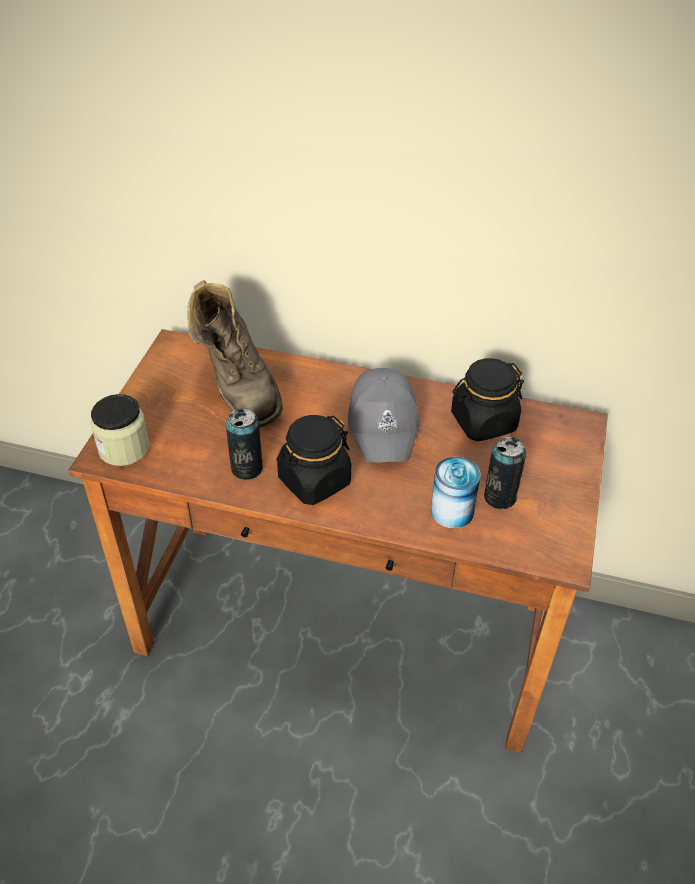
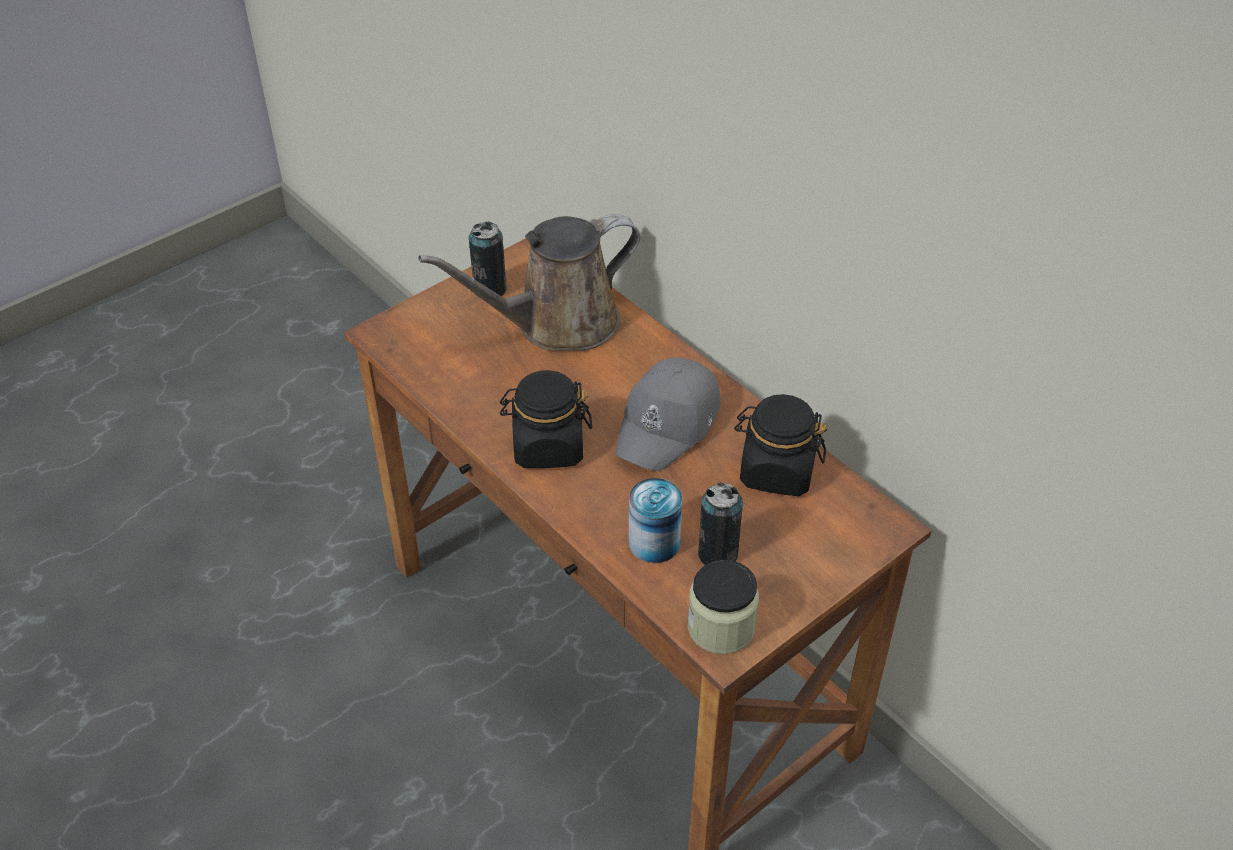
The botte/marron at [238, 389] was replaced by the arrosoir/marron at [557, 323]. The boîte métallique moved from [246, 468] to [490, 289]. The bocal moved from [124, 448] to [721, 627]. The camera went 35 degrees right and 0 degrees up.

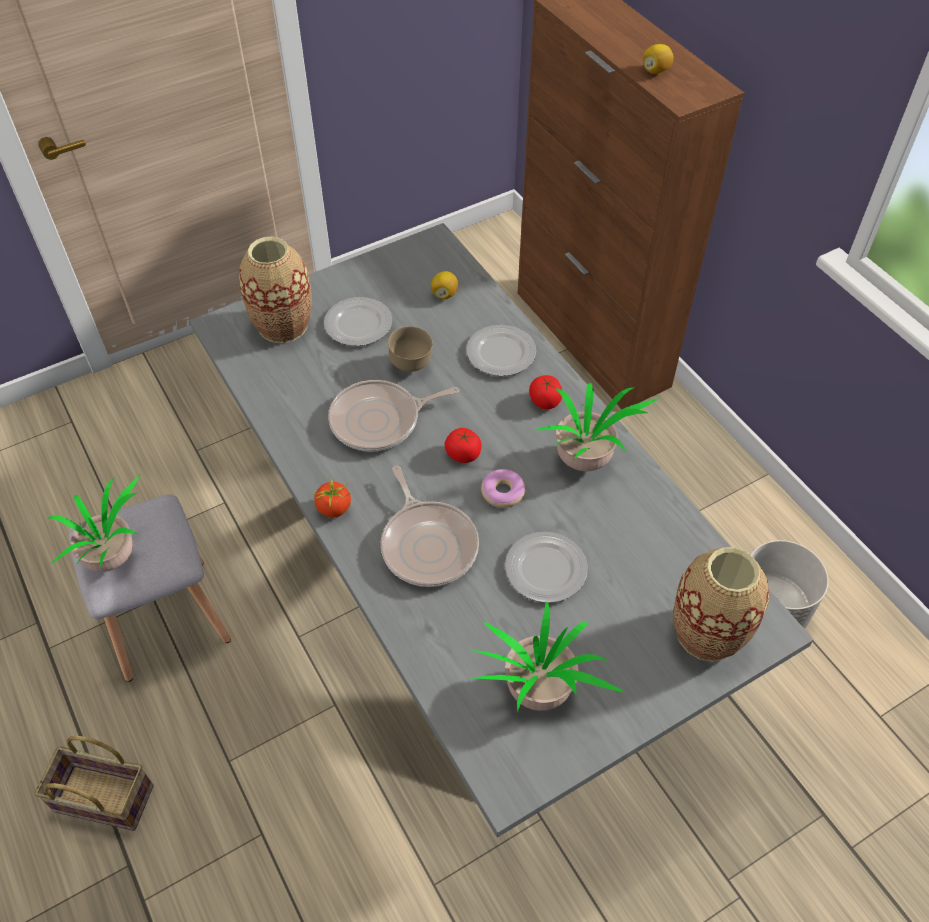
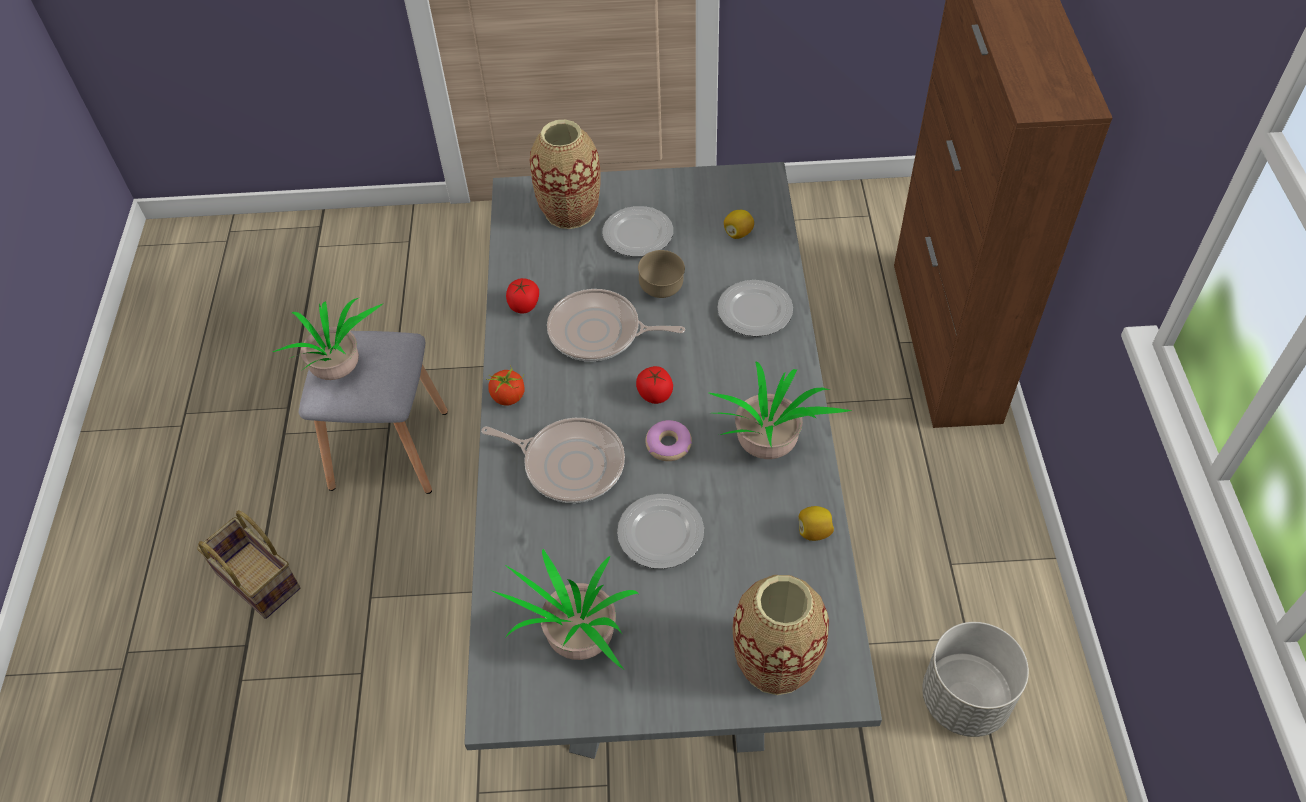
The poêle at [428, 544] turned 75 degrees counterclockwise. The tomate moved from [545, 401] to [524, 305]. The citron moved from [655, 71] to [814, 531]. The camera went 30 degrees right and 0 degrees up.

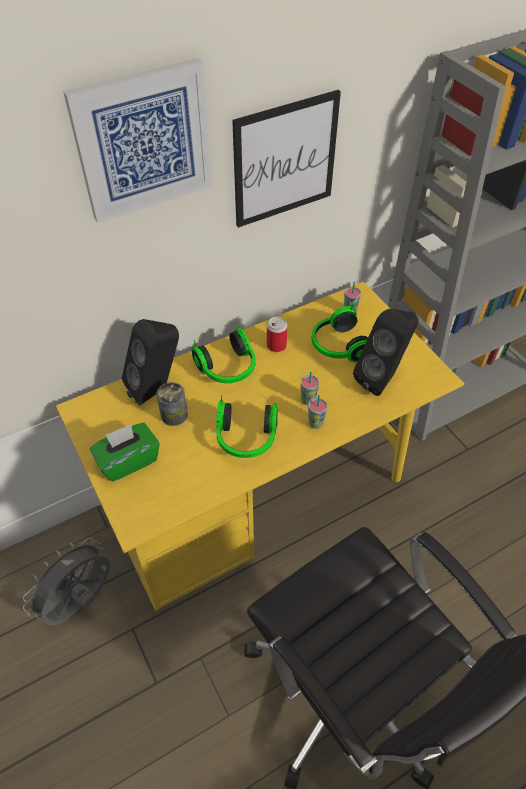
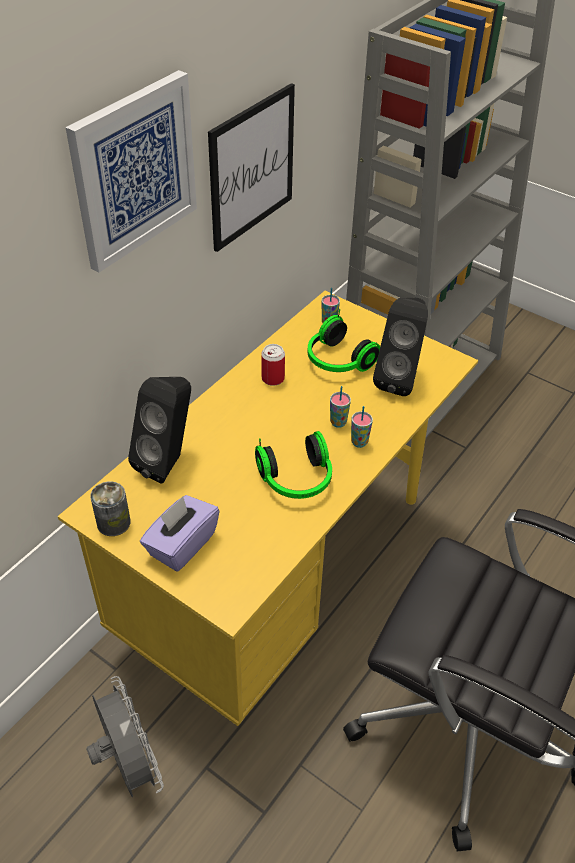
The ventilateur/gris at [81, 602] turned 135 degrees clockwise. The boîte métallique moved from [174, 415] to [113, 522]. The boîte à mouchoirs/vert at [128, 460] became the boîte à mouchoirs/violet at [181, 545]. The casque audio at [228, 369] disappeared. The camera went 25 degrees left and 5 degrees down.

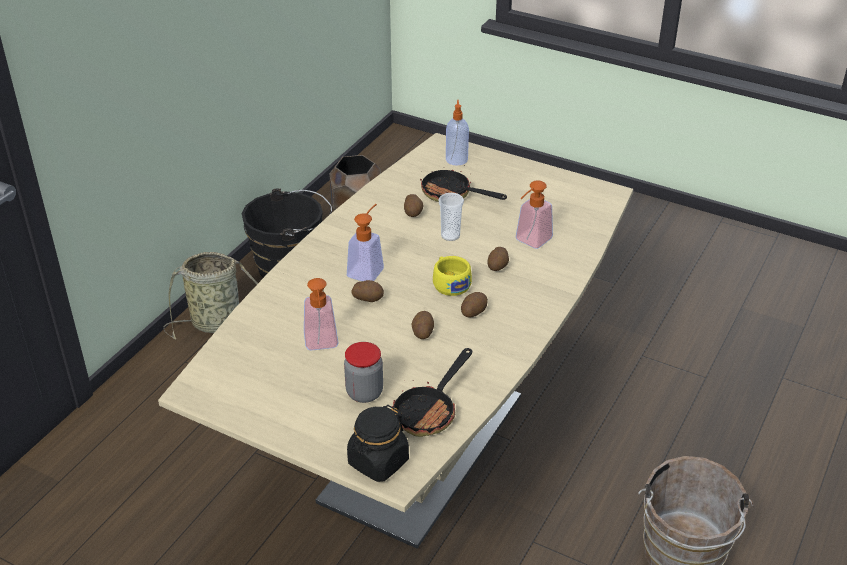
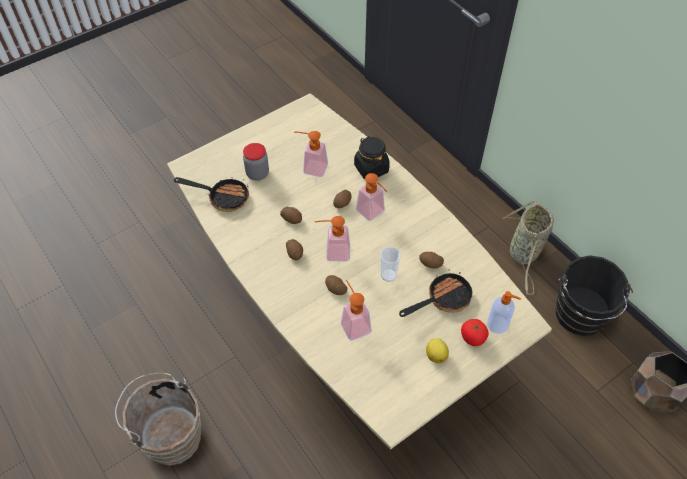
The poêle at [430, 411] turned 135 degrees clockwise. The tasse/jaune at [450, 283] was replaced by the distributeur de savon at [333, 252]. The bocal/noir moved from [378, 462] to [371, 168]. The citron at [436, 355] appeared. The tomate at [472, 337] appeared. The camera went 115 degrees right and 15 degrees up.

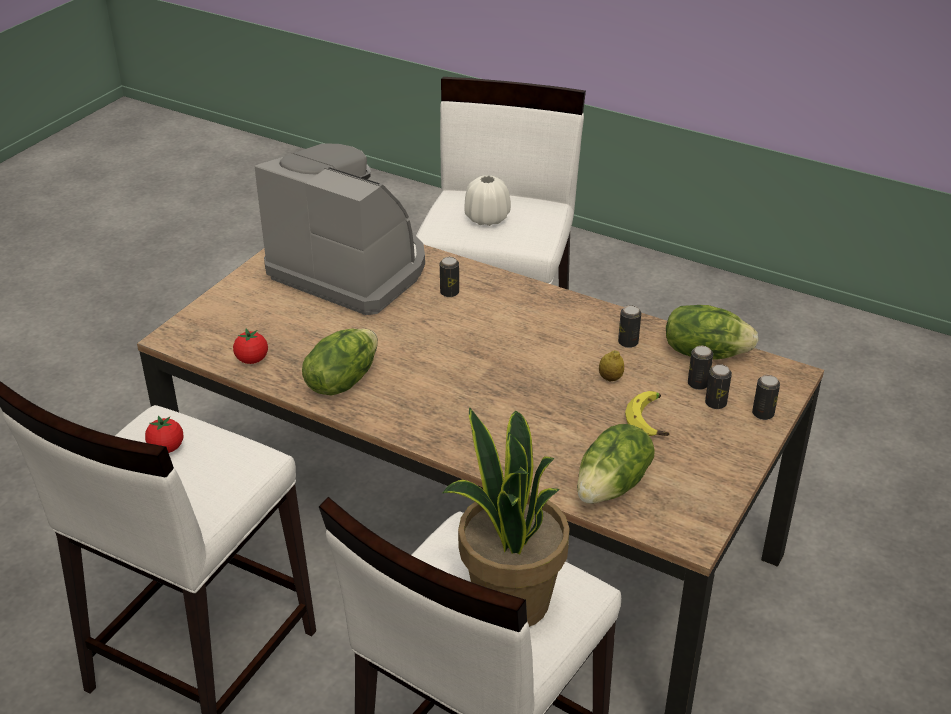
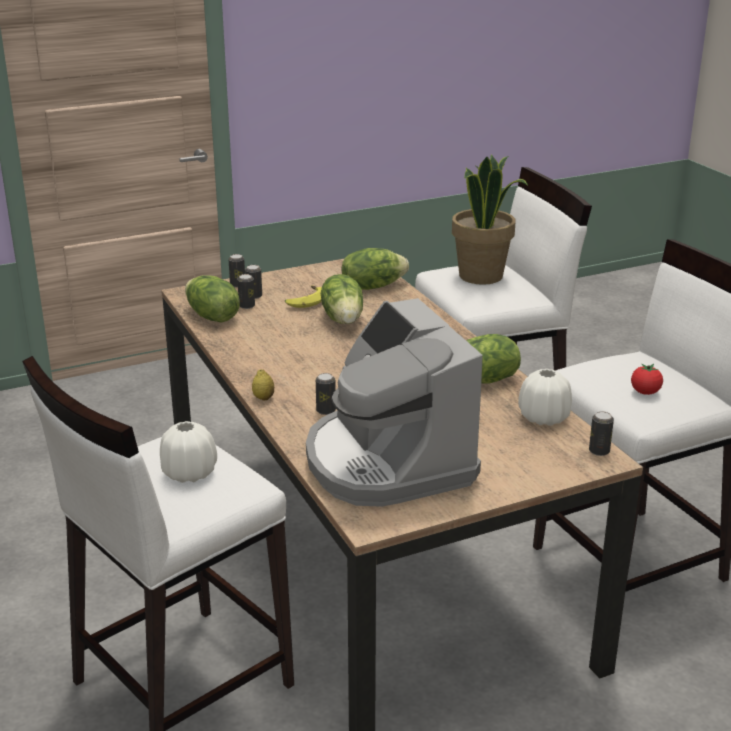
The citron moved from [610, 378] to [263, 398]. The laitue at [344, 319] appeared. The tomate at [252, 360] was replaced by the vase/blanc at [543, 418]. The boîte métallique moved from [628, 342] to [599, 451]. The camera went 145 degrees left and 10 degrees down.

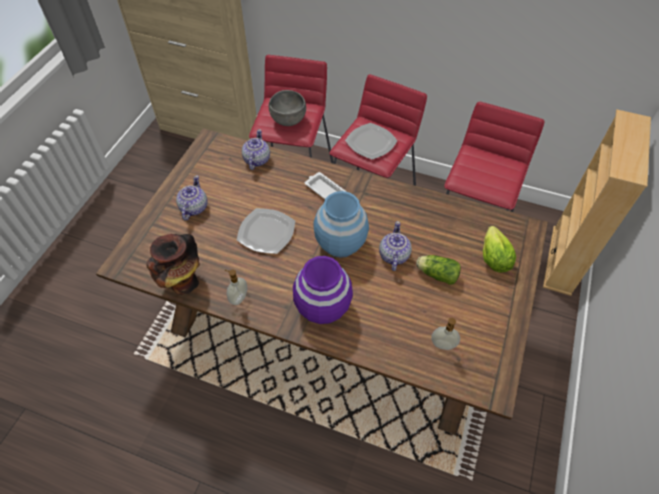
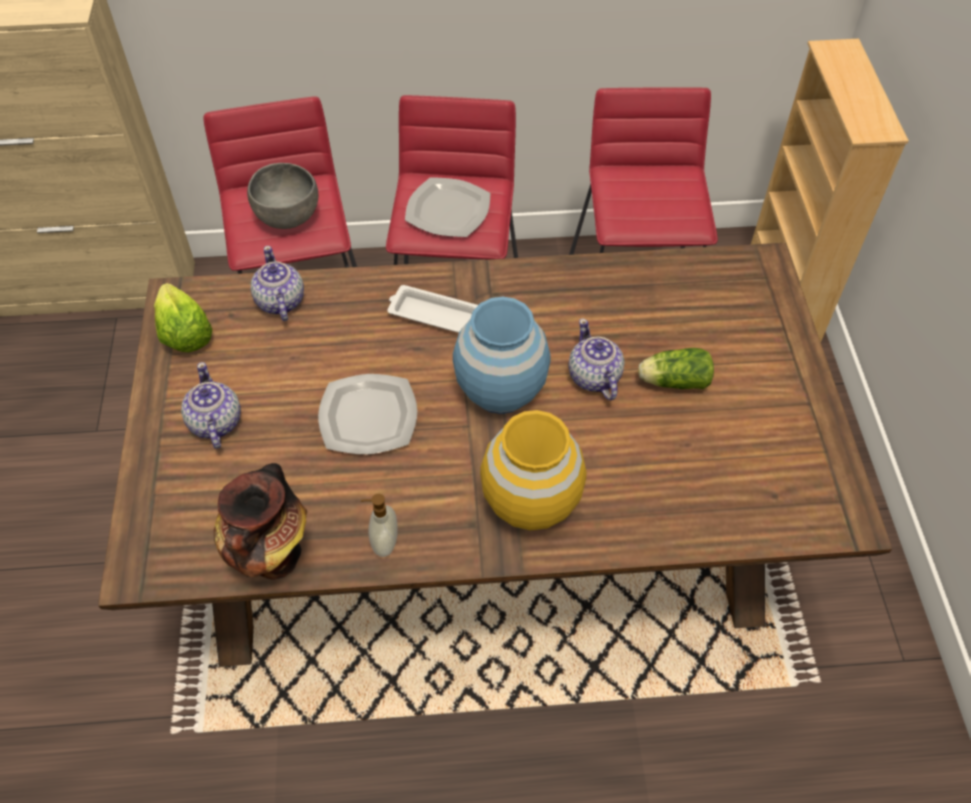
The laitue moved from [493, 258] to [184, 333]. The vase/violet at [322, 308] became the vase/jaune at [531, 502]. The distributeur de savon at [443, 345] disappeared. The camera went 25 degrees left and 0 degrees up.

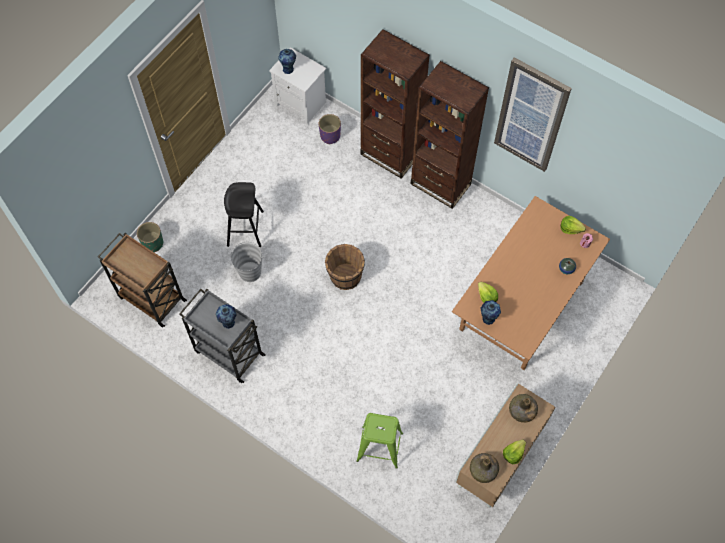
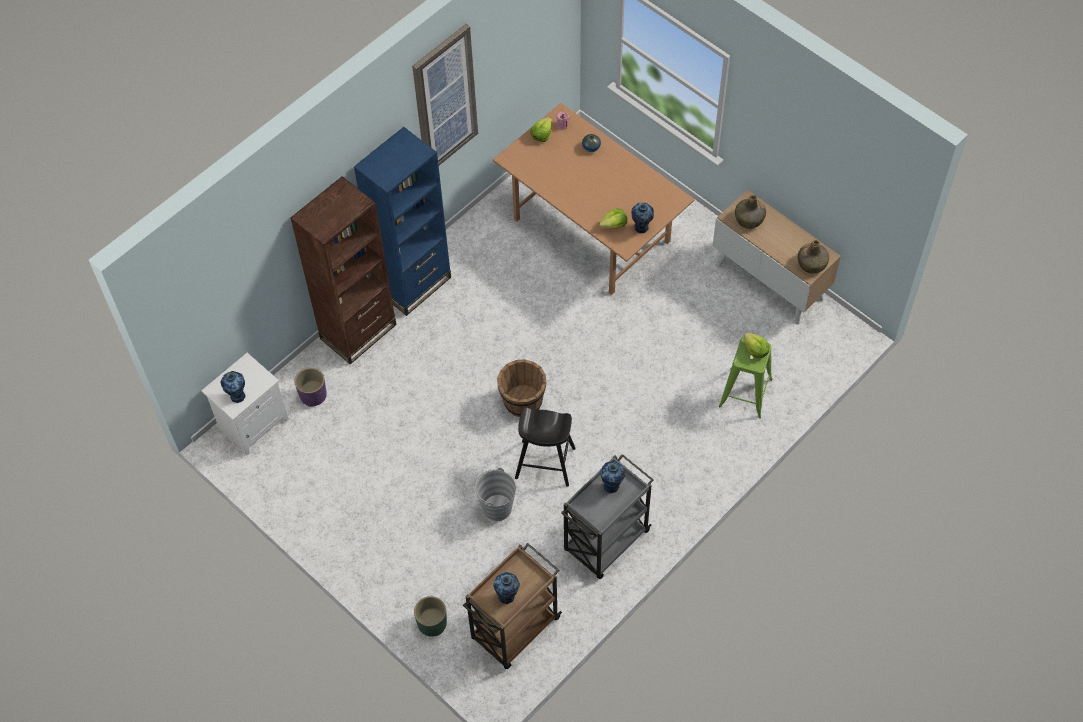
The bibliothèque/marron at [440, 184] became the bibliothèque/bleu at [414, 284]. The vase at [507, 596] appeared. The tabouret/noir moved from [245, 228] to [545, 463]. The laitue moved from [513, 453] to [755, 350]. The camera went 80 degrees left and 5 degrees down.

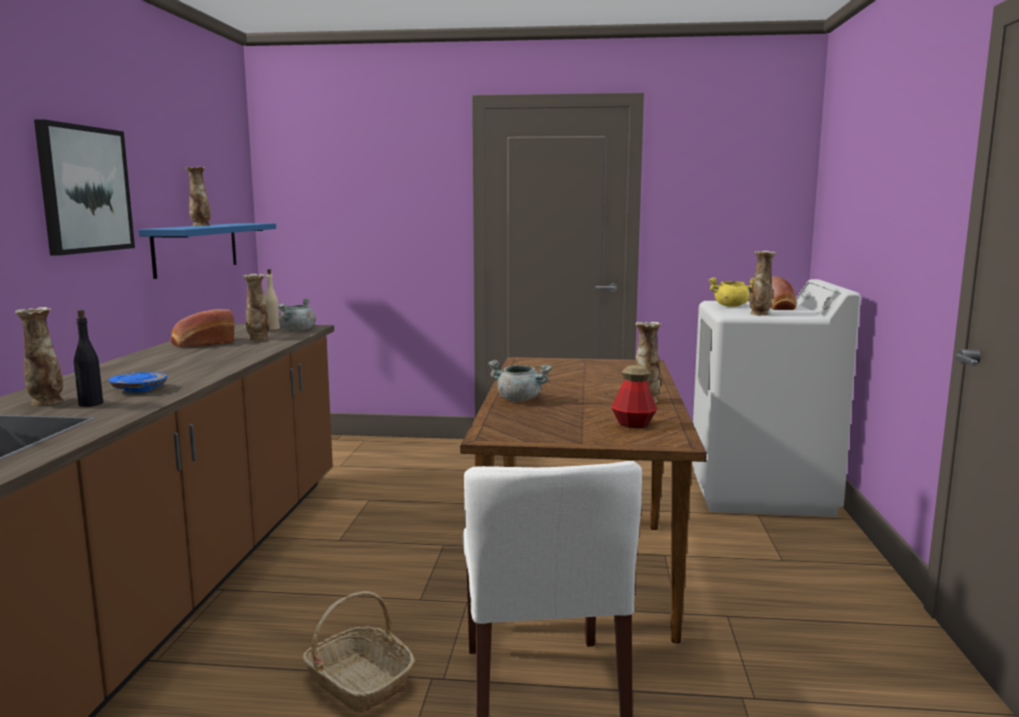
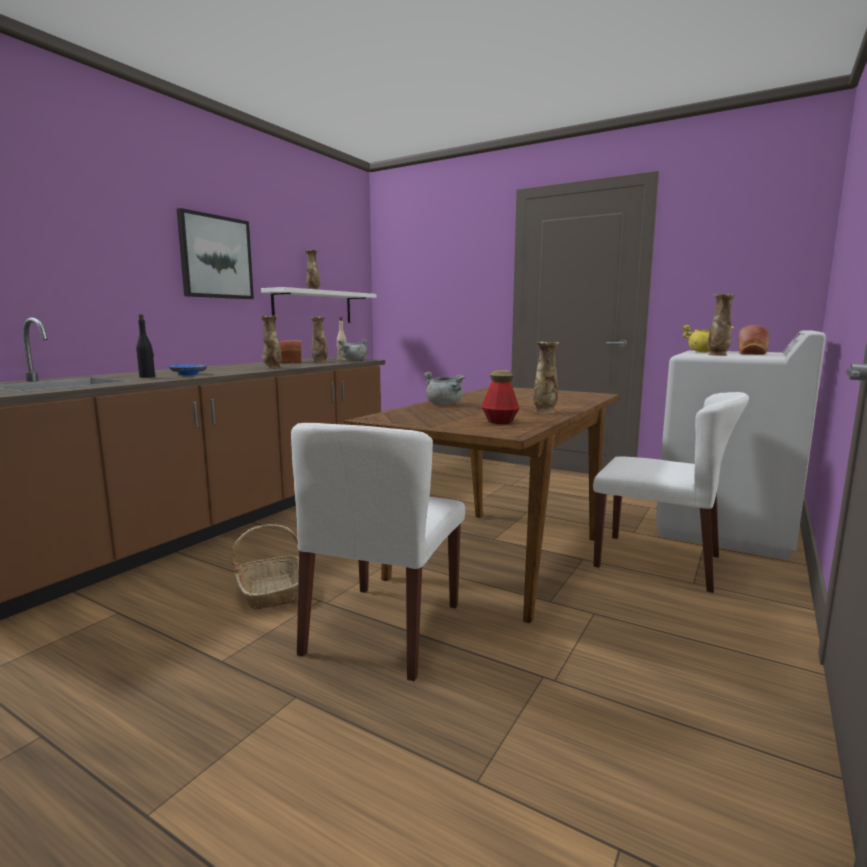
The vase moved from [46, 402] to [272, 368]. The étagère/bleu at [196, 248] became the étagère/blanc at [313, 307]. The chaise/blanc at [658, 561] appeared. The camera went 25 degrees right and 0 degrees up.

